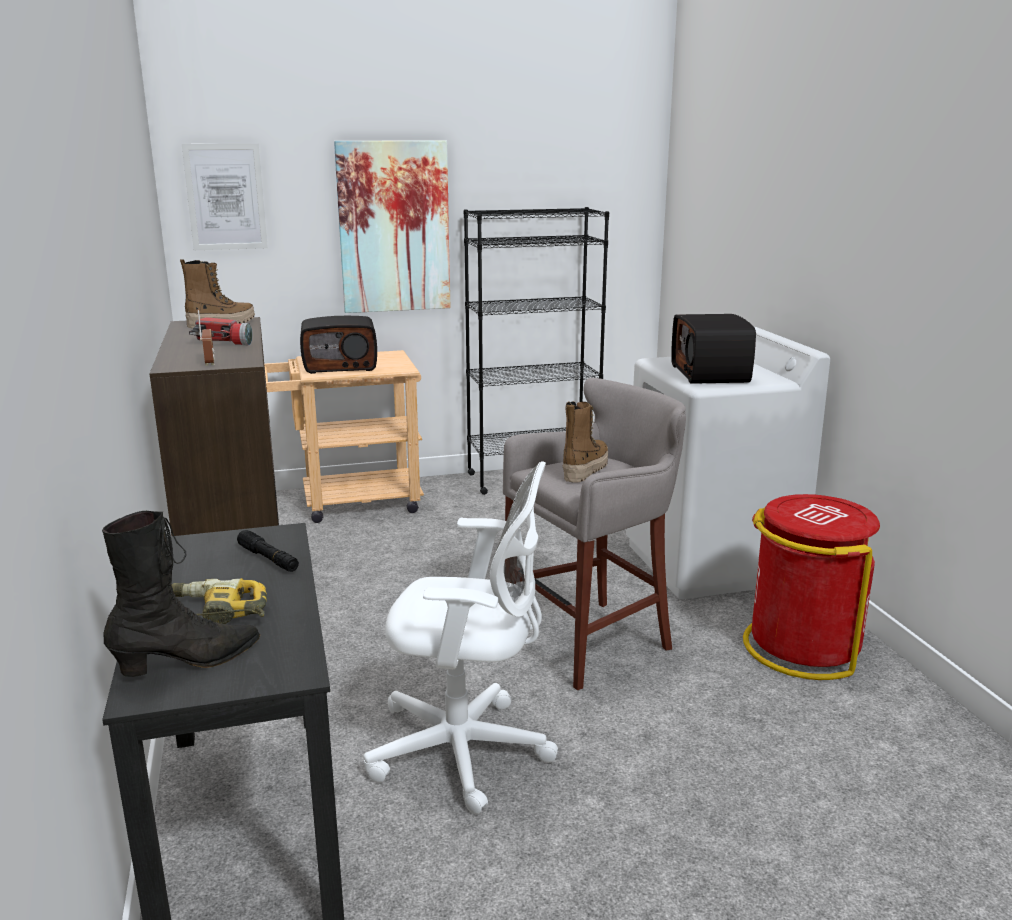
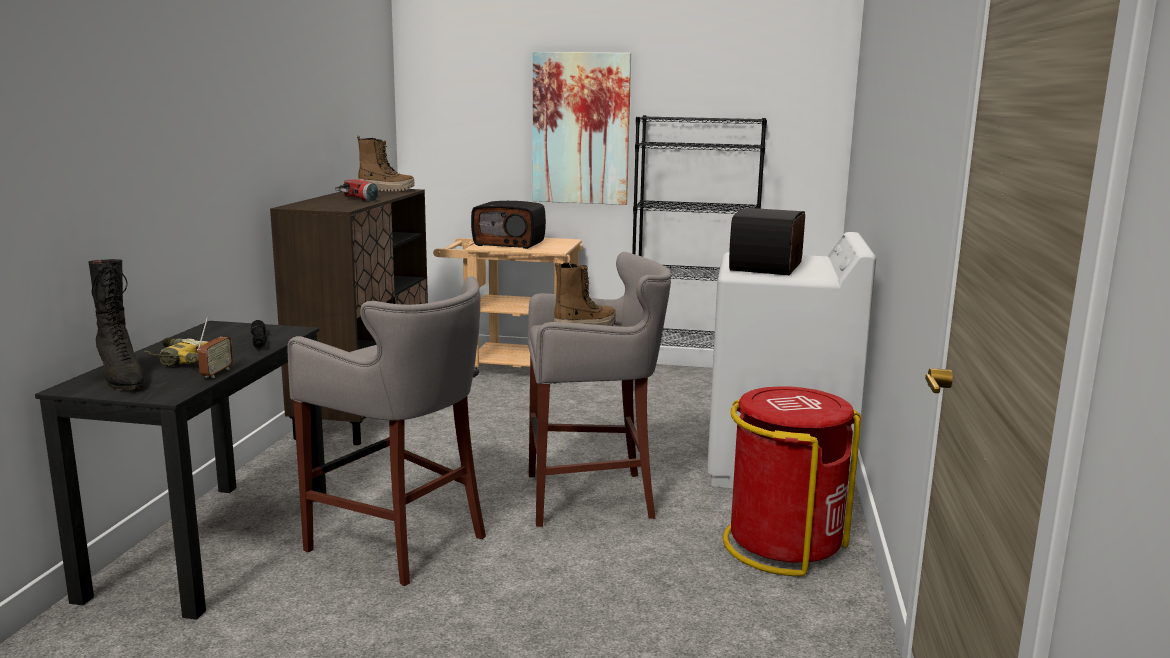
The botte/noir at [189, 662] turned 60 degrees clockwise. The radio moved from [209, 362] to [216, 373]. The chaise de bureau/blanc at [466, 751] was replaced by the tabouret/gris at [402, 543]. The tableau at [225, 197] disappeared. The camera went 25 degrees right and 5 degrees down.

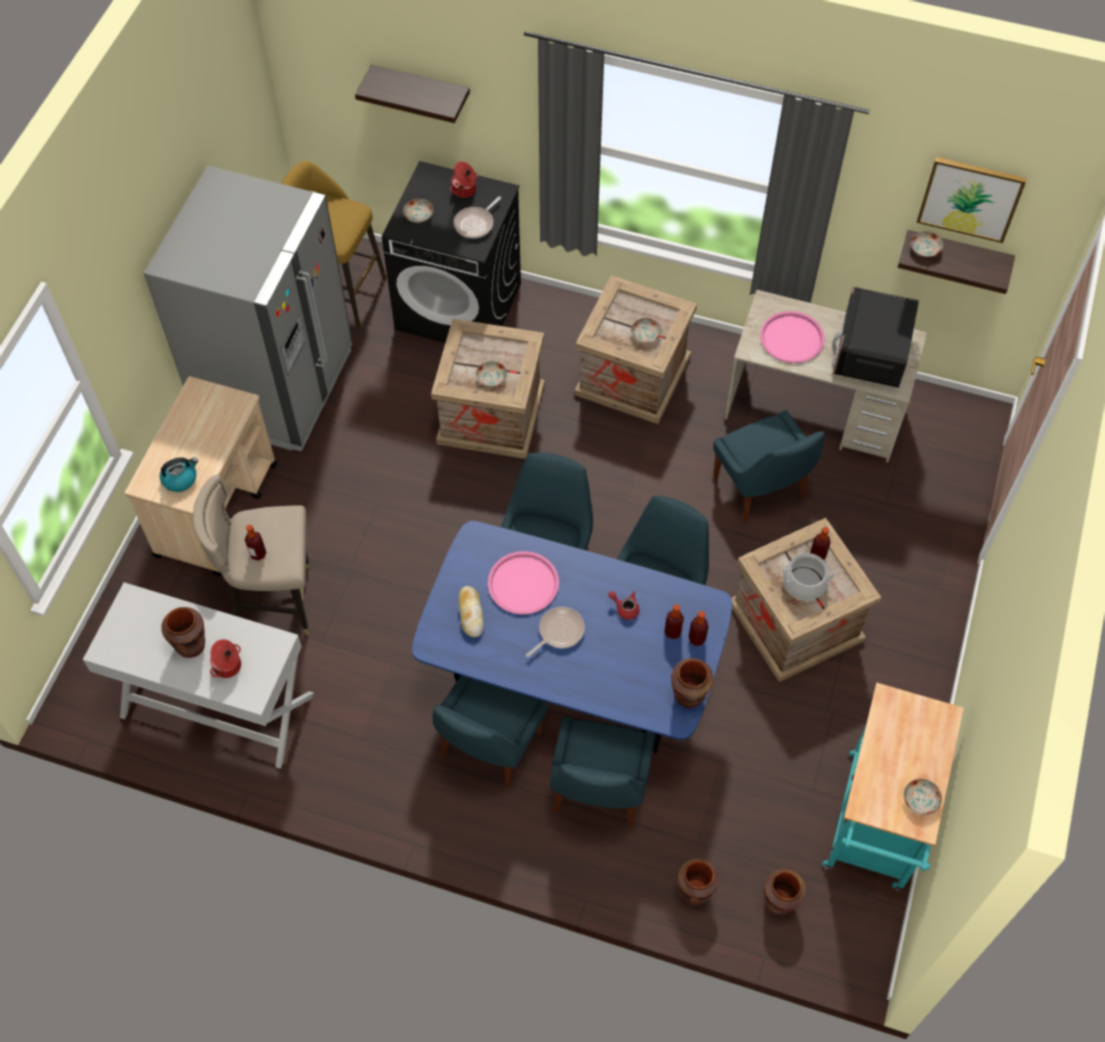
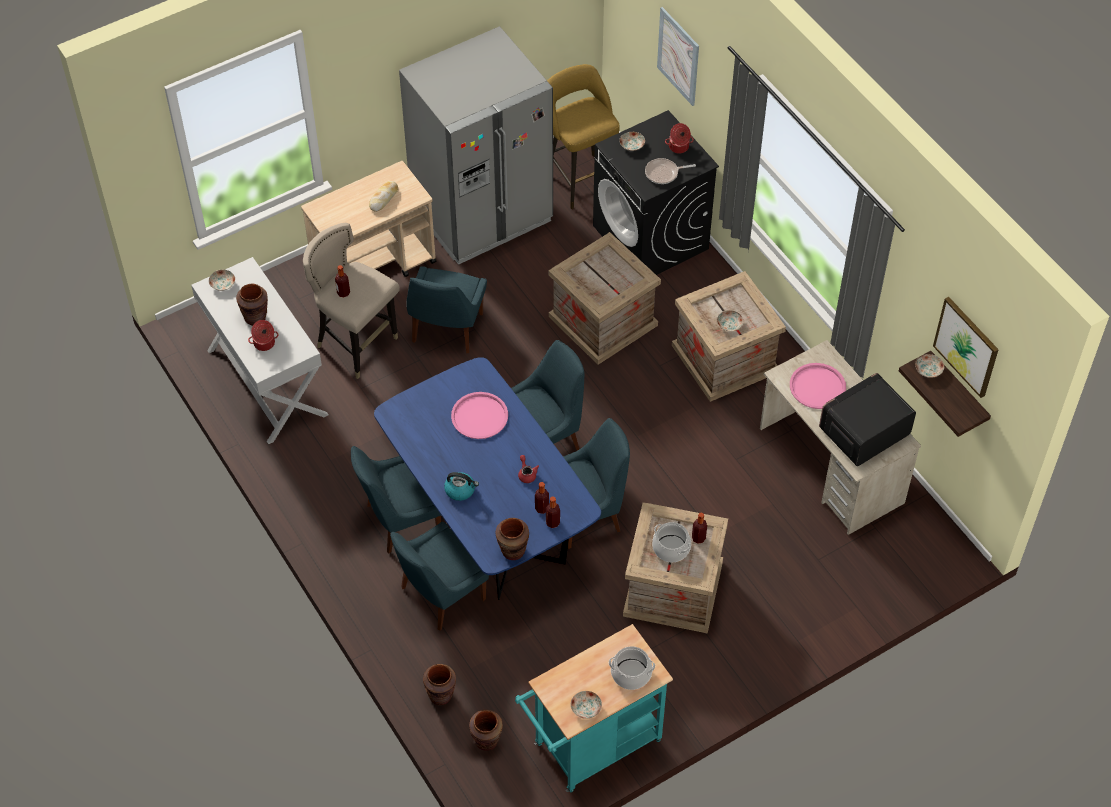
The assiette moved from [491, 378] to [222, 284]. The pain moved from [471, 613] to [384, 198]. The chaise/bleu moved from [761, 490] to [446, 330]. The bouilloire moved from [180, 479] to [460, 490]. The marmite at [631, 674] appeared. The étagère at [421, 90] was replaced by the tableau at [678, 56]. The poêle at [559, 632] disappeared. The camera went 40 degrees right and 5 degrees down.

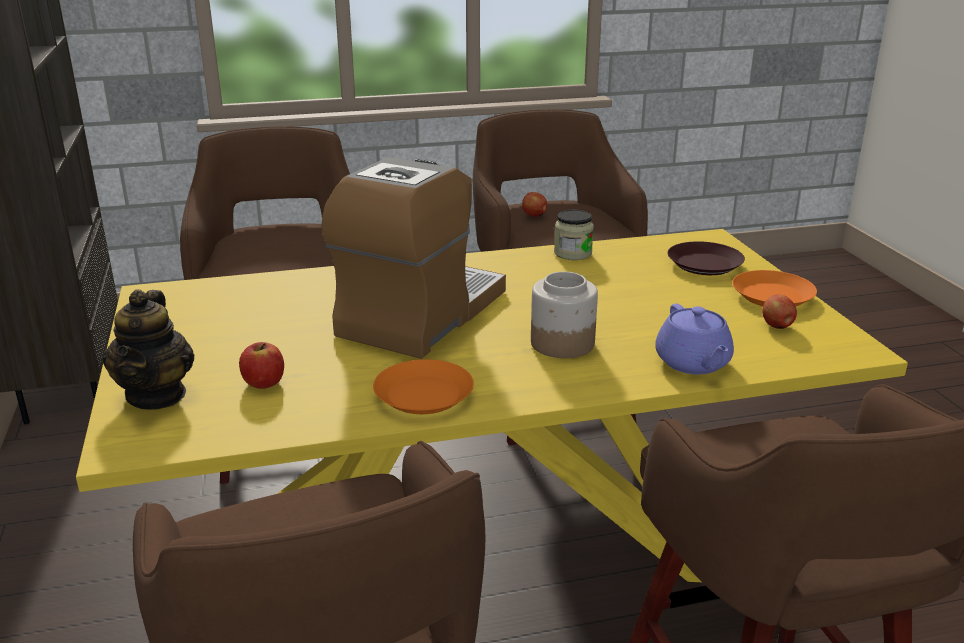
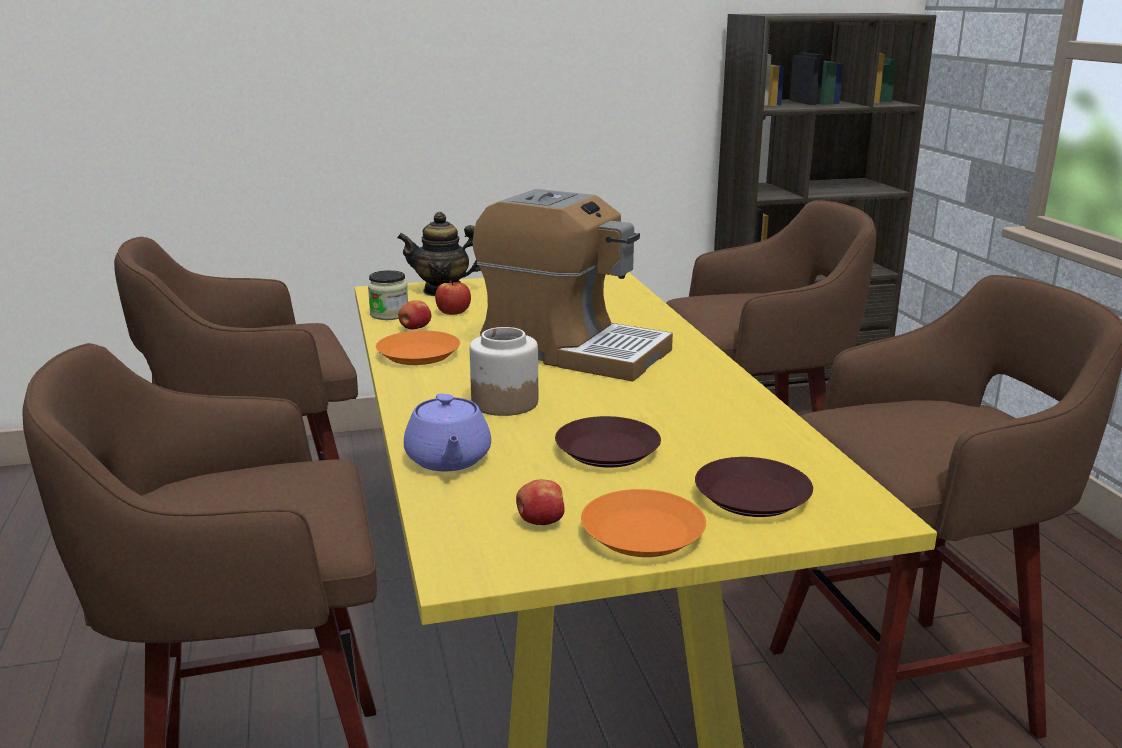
The bocal moved from [573, 253] to [389, 314]. The pomme moved from [534, 215] to [415, 328]. The théière/violet at [693, 363] turned 90 degrees counterclockwise. The assiette/marron at [608, 451] appeared. The camera went 90 degrees right and 5 degrees down.

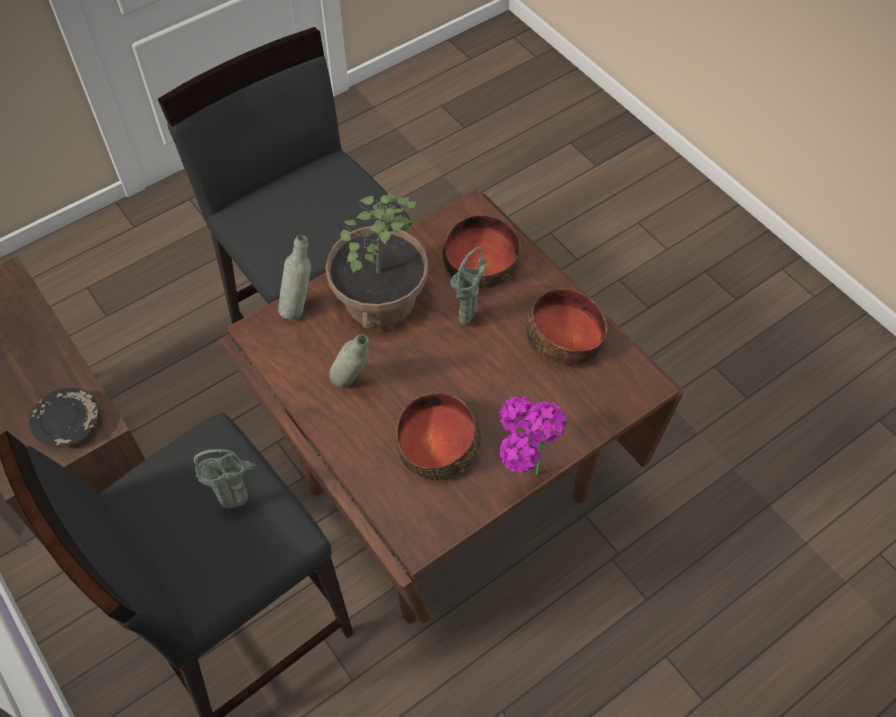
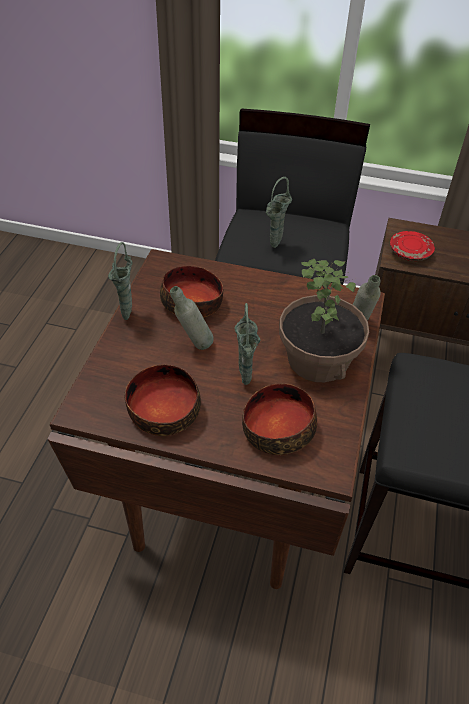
The plante en pot at [521, 475] was replaced by the vase/vert at [128, 315]. The bouteille/gris moved from [352, 384] to [193, 346]. The assiette/noir at [68, 423] became the assiette/rouge at [410, 252]. The camera went 140 degrees right and 10 degrees down.

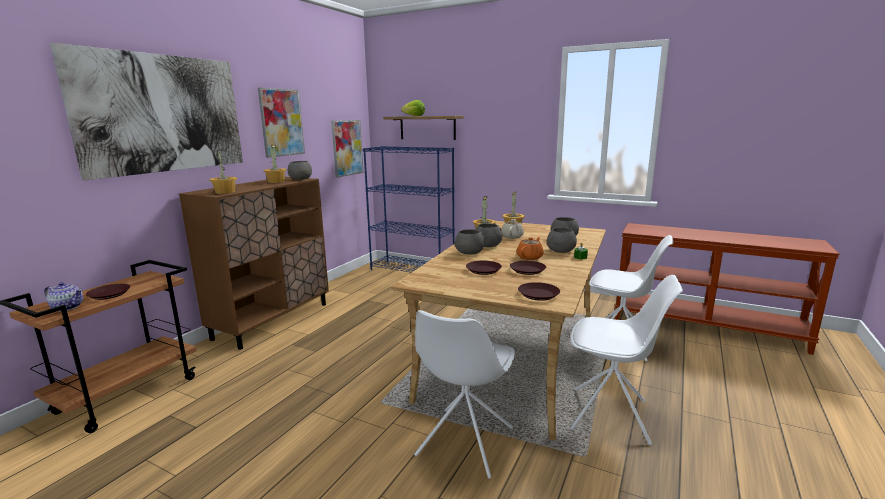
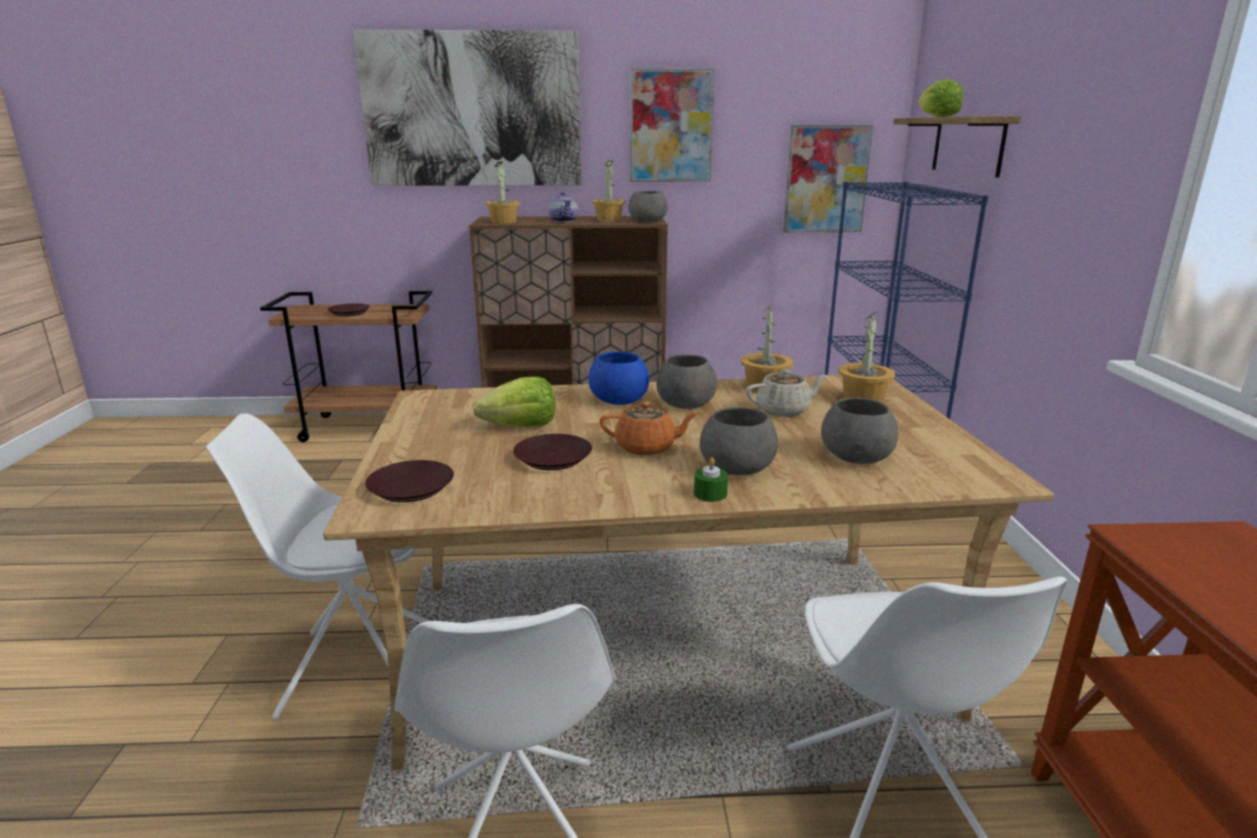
The assiette/marron at [484, 270] was replaced by the laitue at [521, 427]. The théière moved from [67, 307] to [564, 221]. The bol/gris at [470, 252] became the bol/bleu at [619, 400]. The camera went 60 degrees right and 5 degrees up.

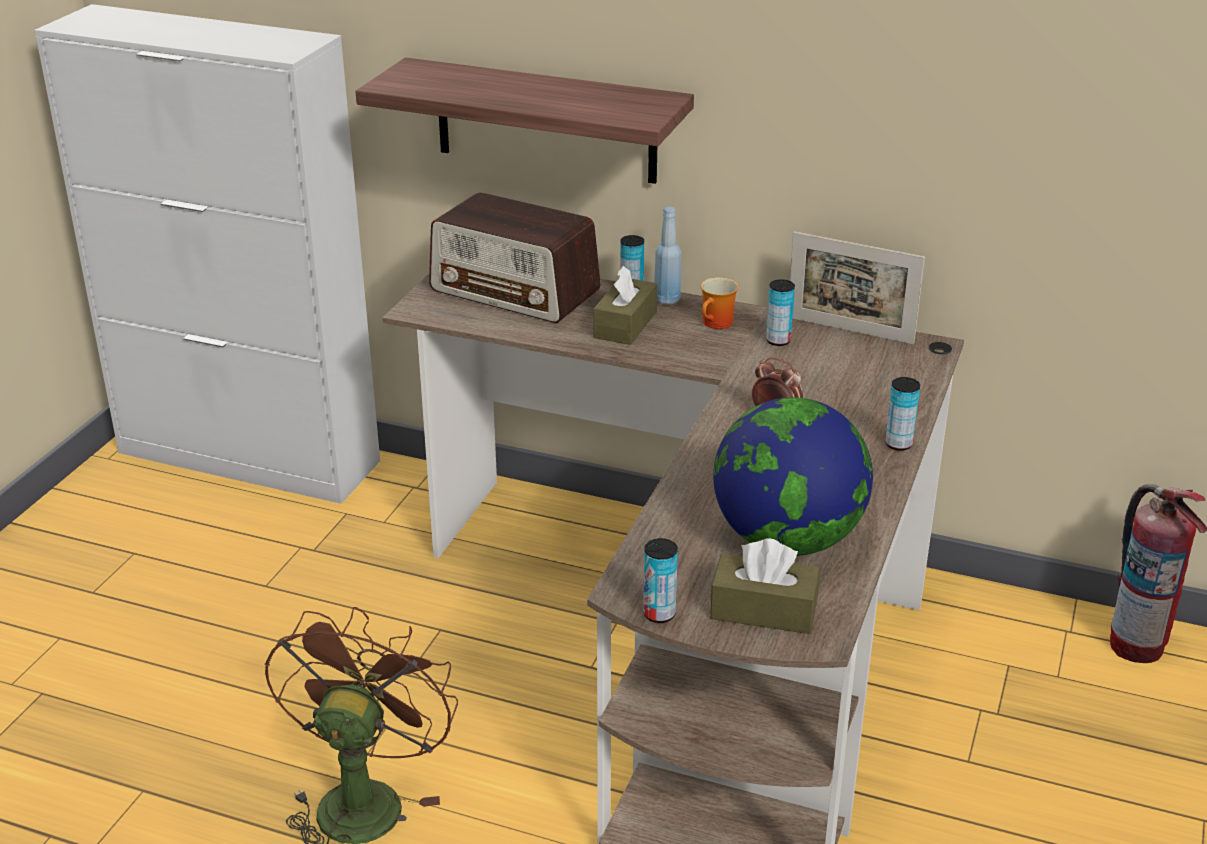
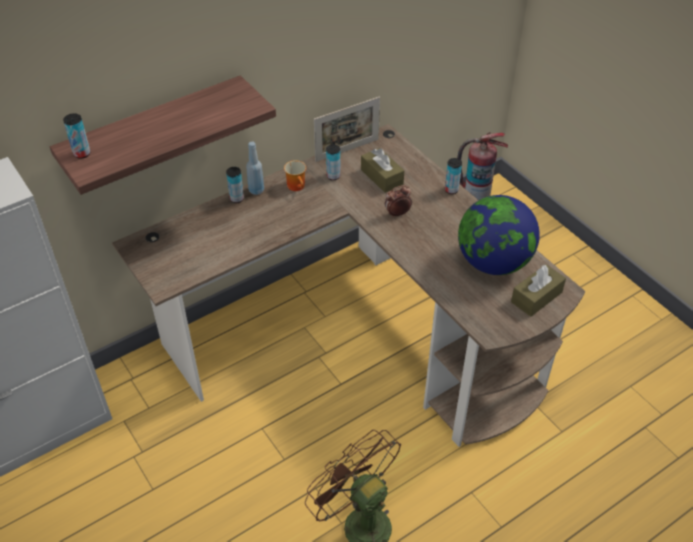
The boîte métallique moved from [659, 614] to [82, 153]. The boîte à mouchoirs/marron moved from [625, 324] to [382, 177]. The radio at [515, 291] disappeared. The camera went 55 degrees left and 15 degrees up.

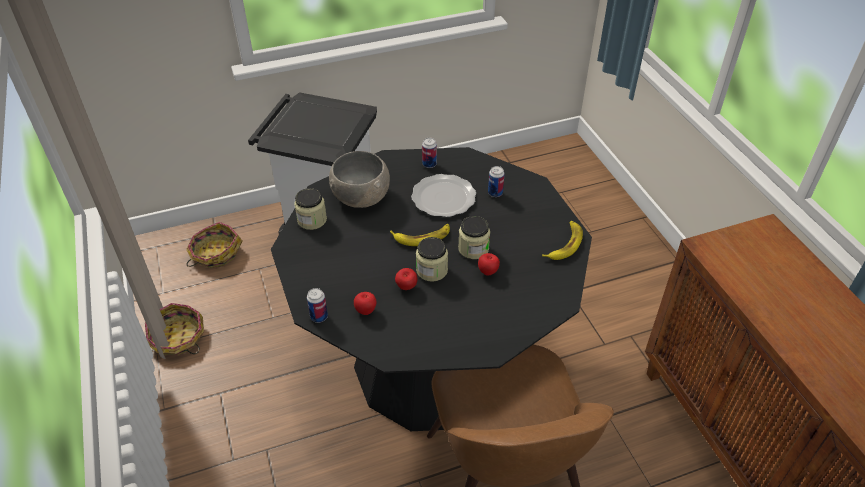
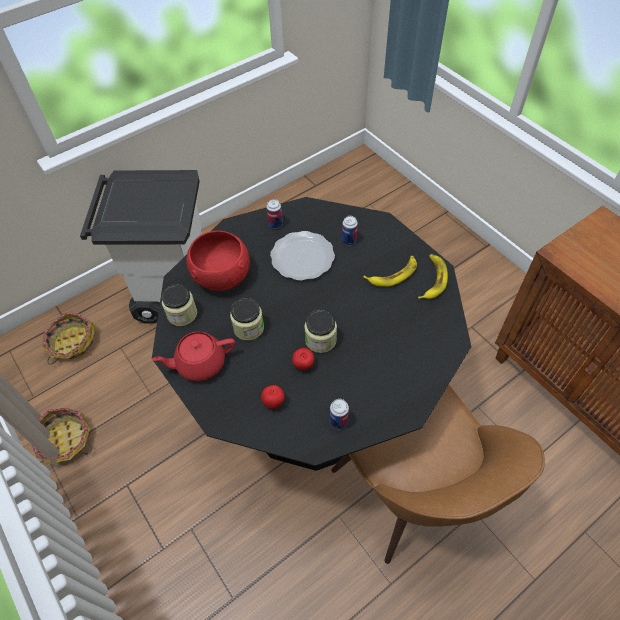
The théière/rouge at [200, 363] appeared. The bol/gris at [361, 196] became the bol/rouge at [221, 275]. The bocal moved from [473, 249] to [248, 328]. The boîte métallique moved from [319, 317] to [338, 421]. The banane moved from [422, 237] to [393, 274]. The pomme at [488, 272] disappeared. The camera went 15 degrees left and 10 degrees up.

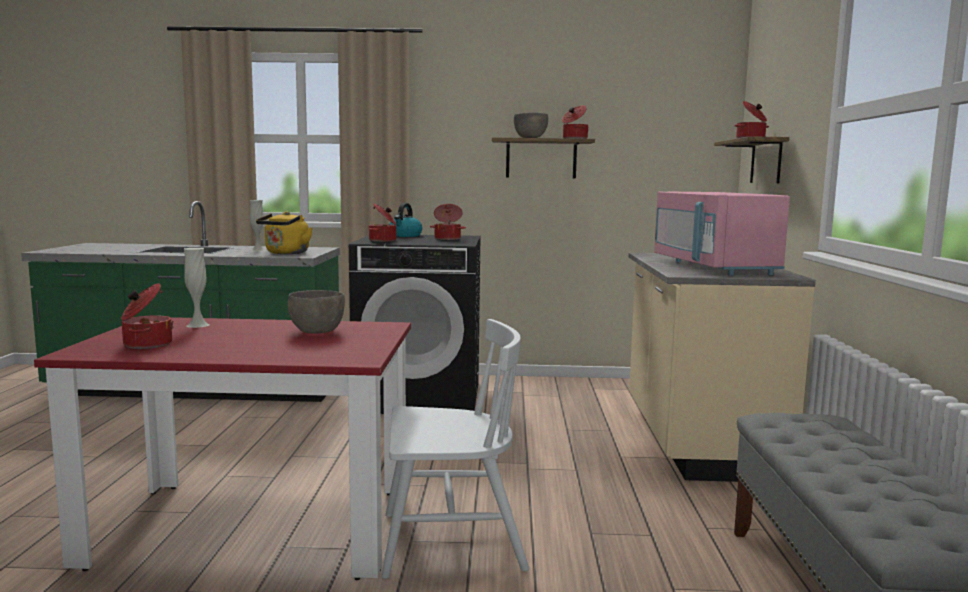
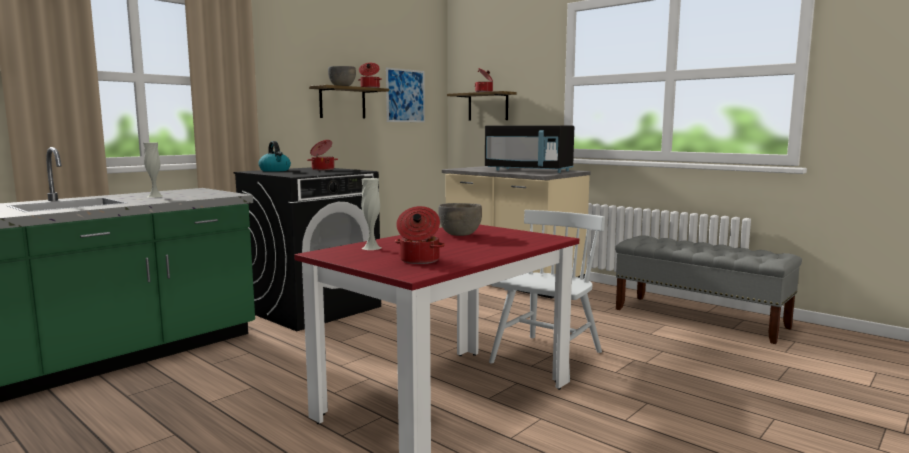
The tableau at [405, 95] appeared. The micro-ondes/rose at [713, 267] became the micro-ondes/noir at [529, 171]. The bouilloire/jaune at [286, 253] disappeared. The marmite at [383, 240] disappeared. The camera went 50 degrees left and 0 degrees up.

